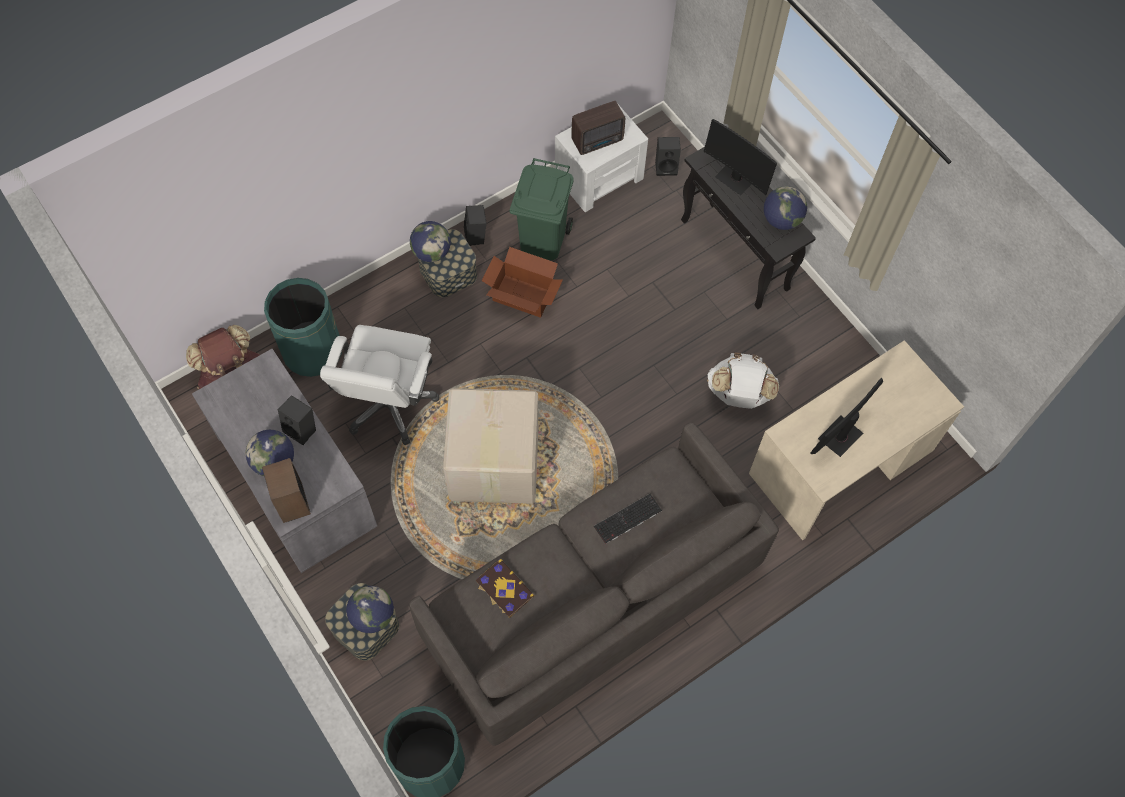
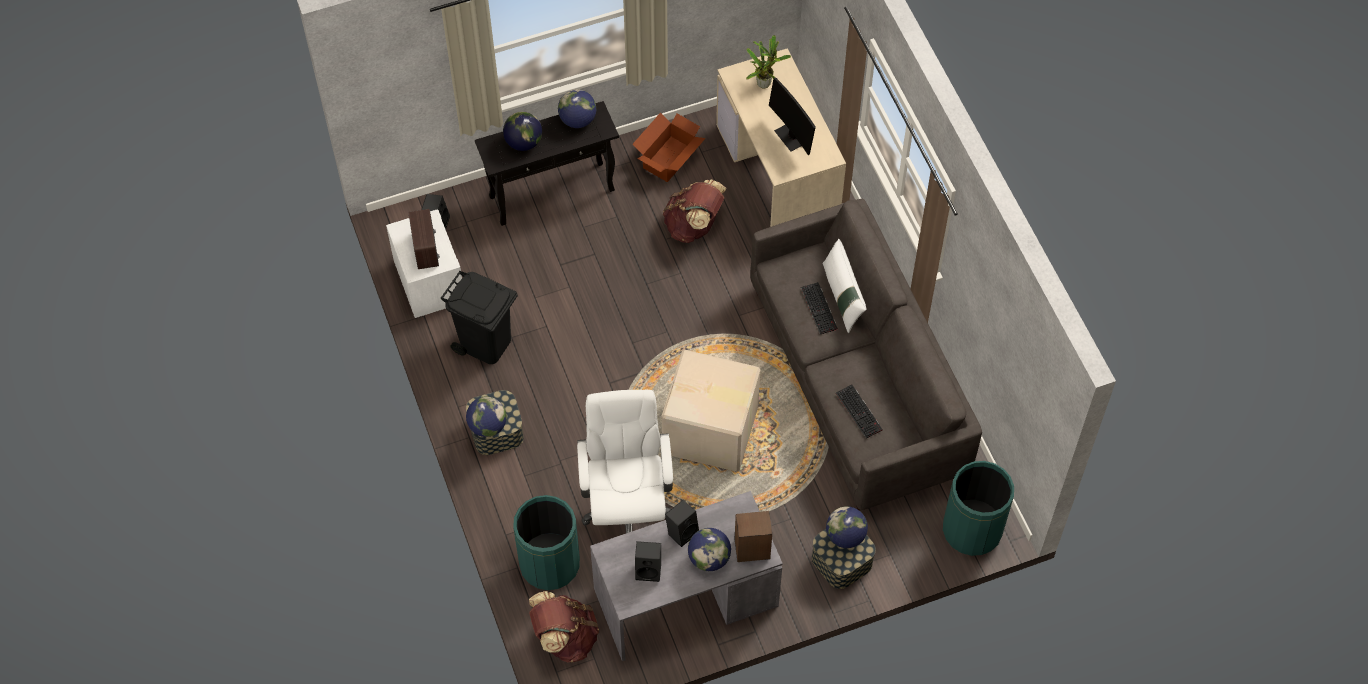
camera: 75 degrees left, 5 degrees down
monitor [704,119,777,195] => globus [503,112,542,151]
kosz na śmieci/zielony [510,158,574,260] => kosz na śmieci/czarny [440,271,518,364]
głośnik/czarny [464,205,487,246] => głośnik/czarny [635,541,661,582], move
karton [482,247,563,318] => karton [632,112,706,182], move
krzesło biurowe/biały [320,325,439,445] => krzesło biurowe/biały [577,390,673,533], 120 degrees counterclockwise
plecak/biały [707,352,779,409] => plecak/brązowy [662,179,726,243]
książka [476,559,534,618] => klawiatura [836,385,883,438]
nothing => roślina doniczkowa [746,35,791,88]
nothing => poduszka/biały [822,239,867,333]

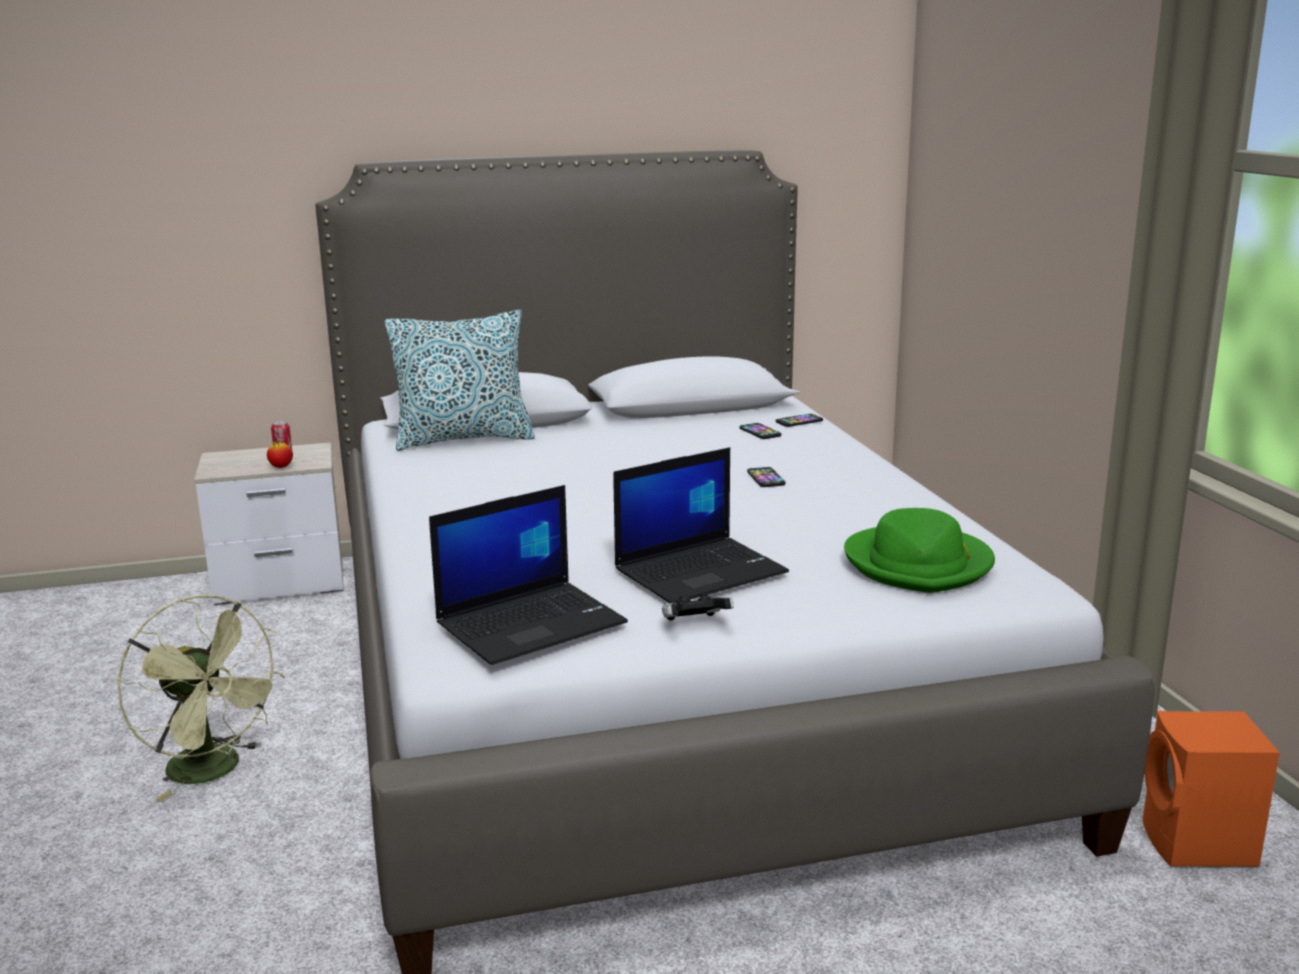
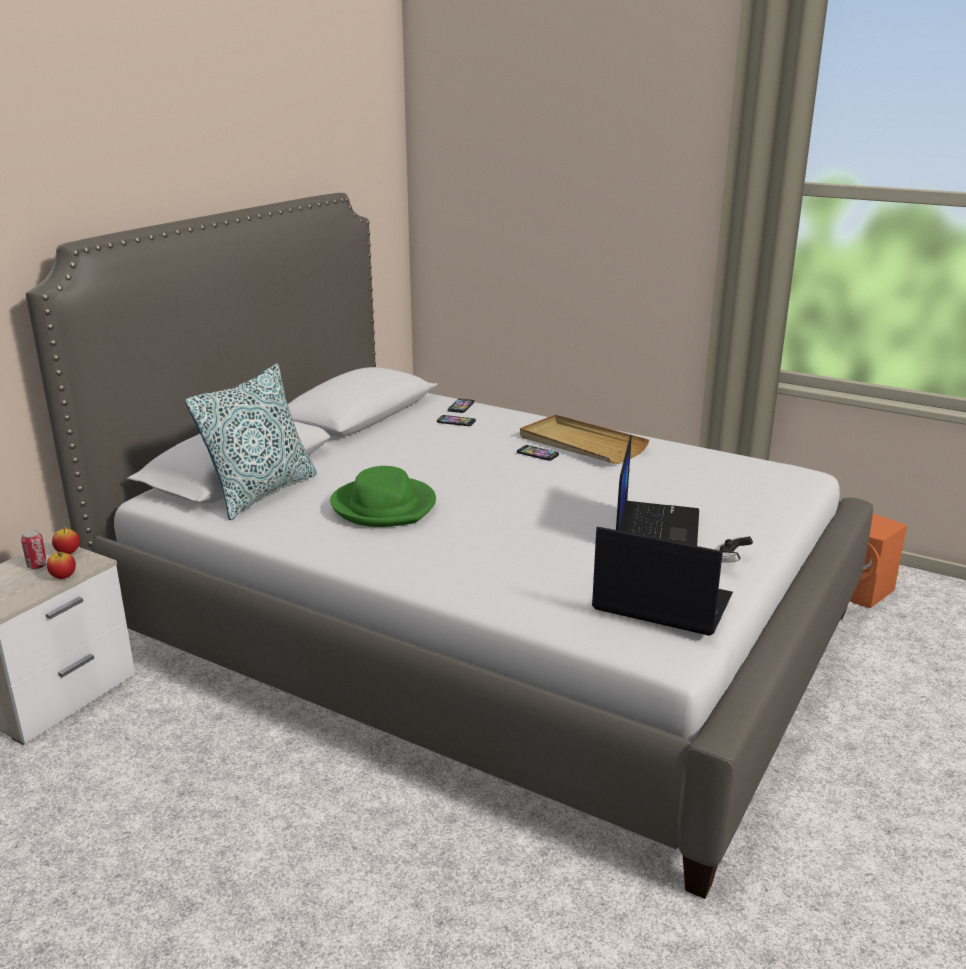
camera: 45 degrees left, 5 degrees up
laptop [429,485,628,665] => laptop [592,526,733,636], 75 degrees counterclockwise
kapelusz/zielony [844,508,995,593] => kapelusz/zielony [330,466,436,527], move
wentylator/zielony [117,595,285,801] => nothing
nothing => taca/beżowy [520,415,649,464]
nothing => jabłko [52,524,80,554]

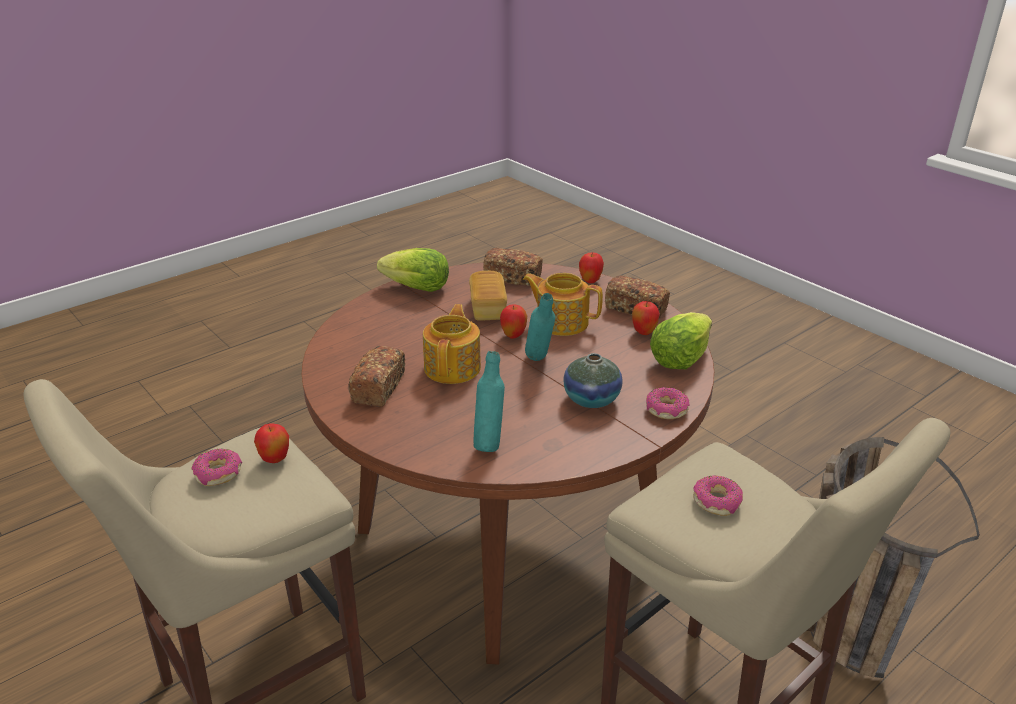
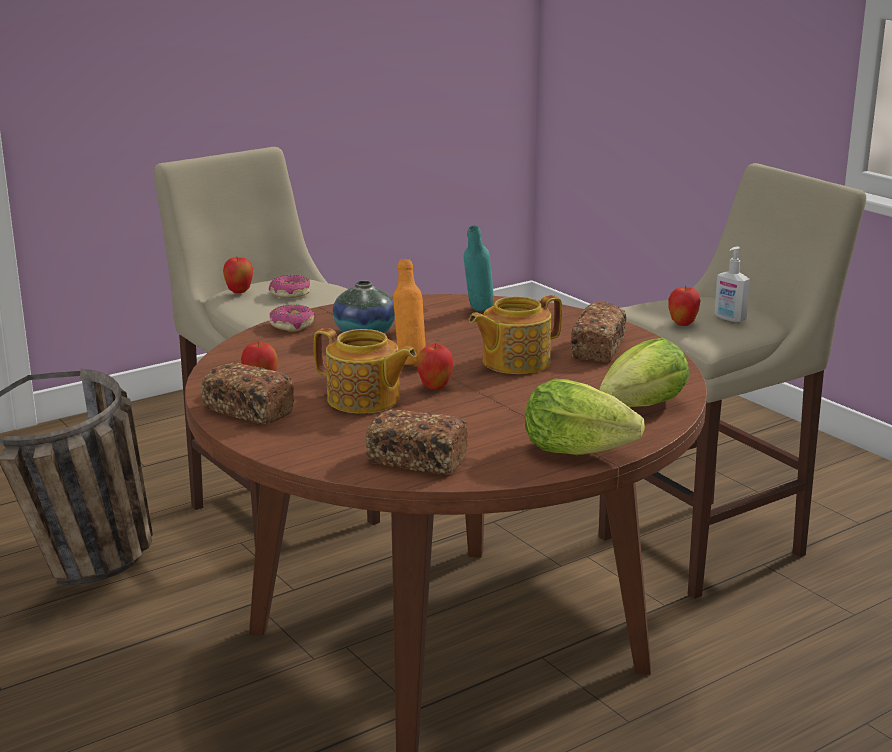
camera: 175 degrees left, 10 degrees down
jabłko [579,253,604,283] => jabłko [223,257,253,293], move
chleb [469,271,507,321] => nothing
butelka/turkusowy [525,293,555,361] => butelka/pomarańczowy [393,259,426,365]
imbryk [423,304,481,384] => imbryk [469,295,562,374], 45 degrees clockwise
sałata [650,312,712,369] => sałata [600,338,689,407], move
donut [192,449,242,486] => dozownik mydła [714,246,750,322]

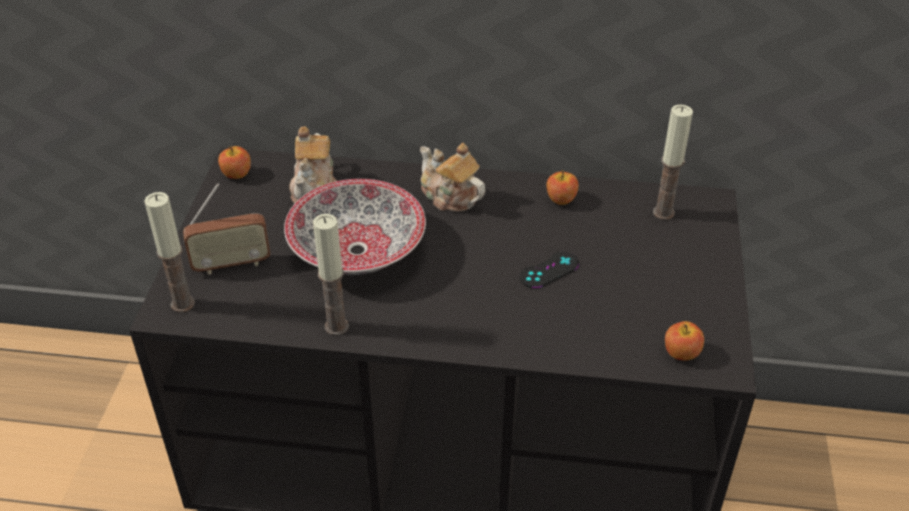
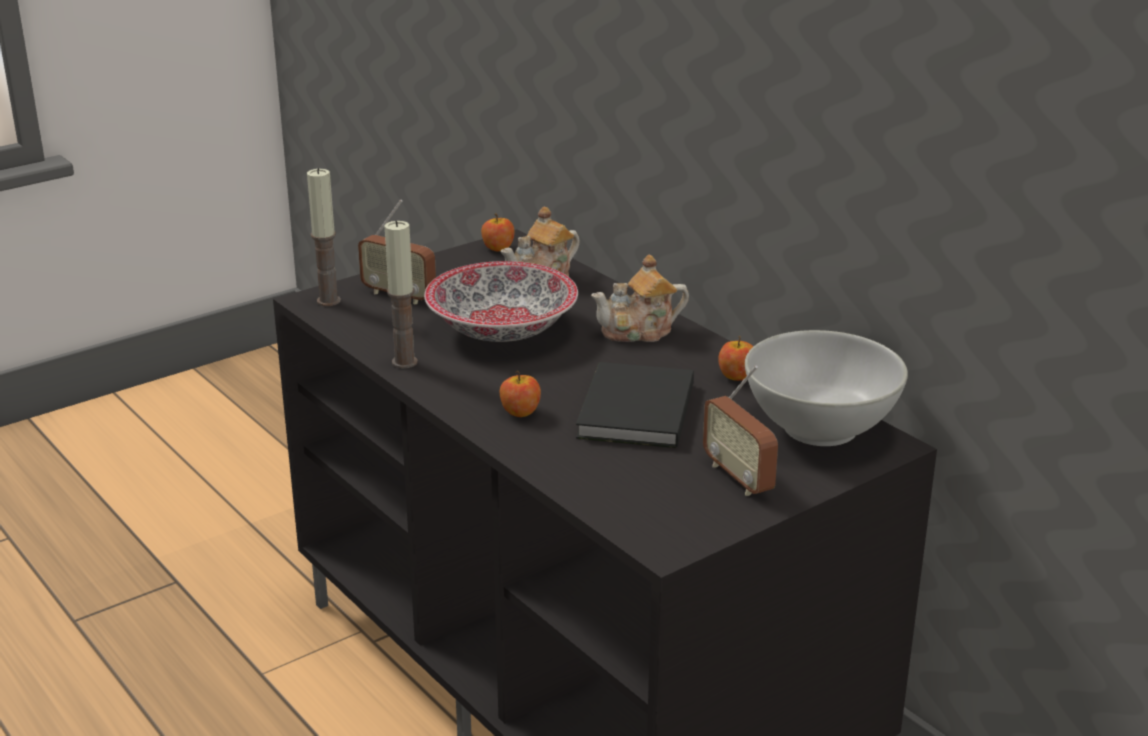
camera: 45 degrees right, 15 degrees down
świeca [653,105,693,220] => miska/biały [745,330,908,446]
imbryk [420,143,485,212] => imbryk [591,255,689,342], 105 degrees counterclockwise
pad do gier/czarny [519,252,579,288] => książka/czarny [576,362,694,448]
jabłko [665,321,704,361] => jabłko [500,371,541,417], move
nothing => radio [703,365,778,496]

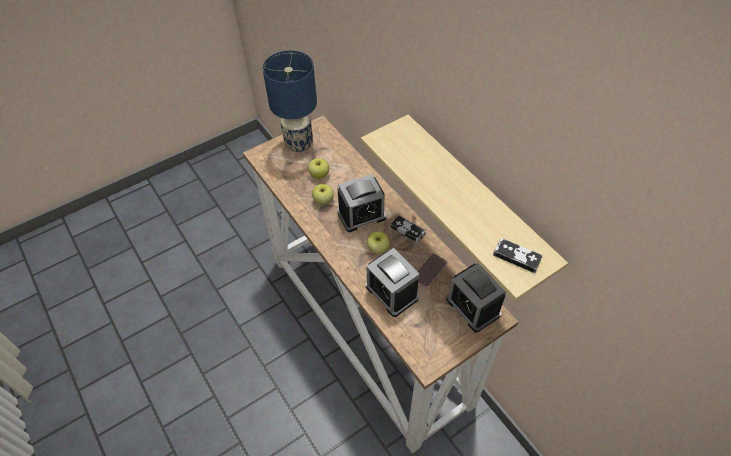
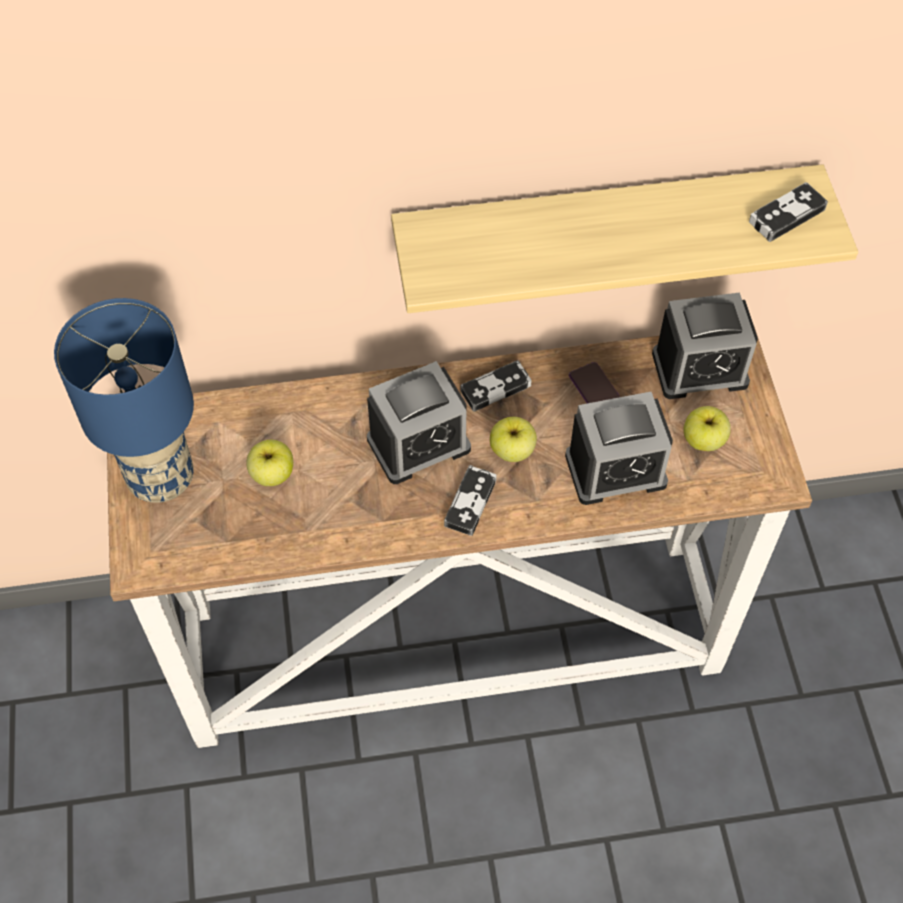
camera: 65 degrees left, 5 degrees up
budzik [337,174,386,232] => budzik [367,361,471,484], 60 degrees clockwise
jabłko [312,184,334,205] => jabłko [683,406,731,451], move
nothing => pad do gier [444,465,497,536]

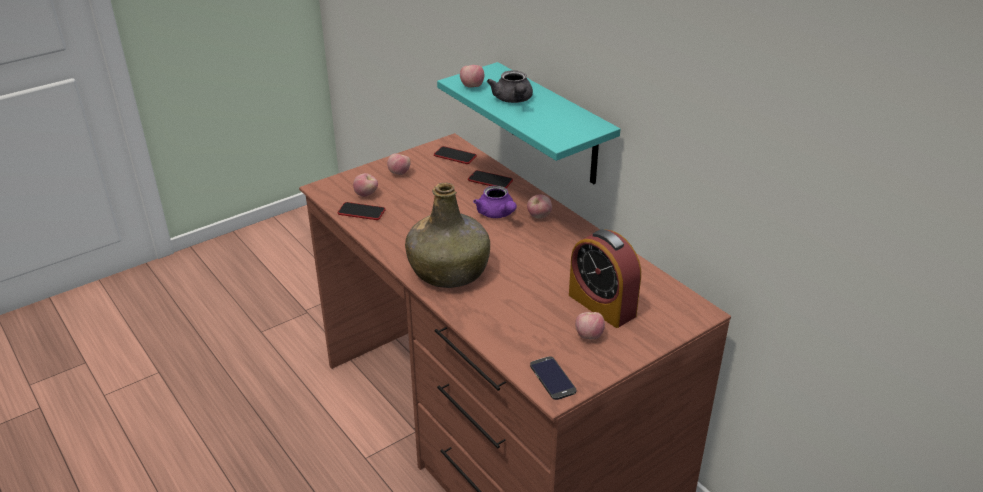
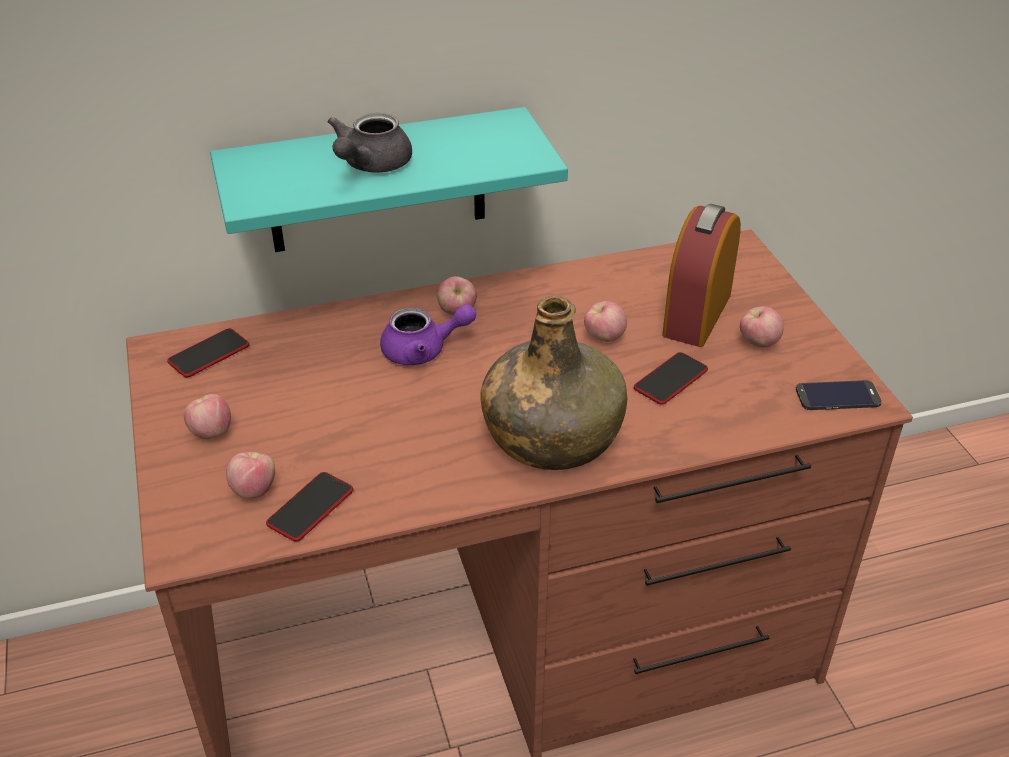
camera: 70 degrees left, 5 degrees up
jabłko [460,65,484,88] => jabłko [584,301,627,342], move
imbryk/szary [487,70,533,103] => imbryk/szary [327,113,412,173], 105 degrees clockwise
telefon [468,170,513,188] => telefon [634,352,708,405], move
budzik [569,229,641,328] => budzik [662,204,741,347], 135 degrees clockwise

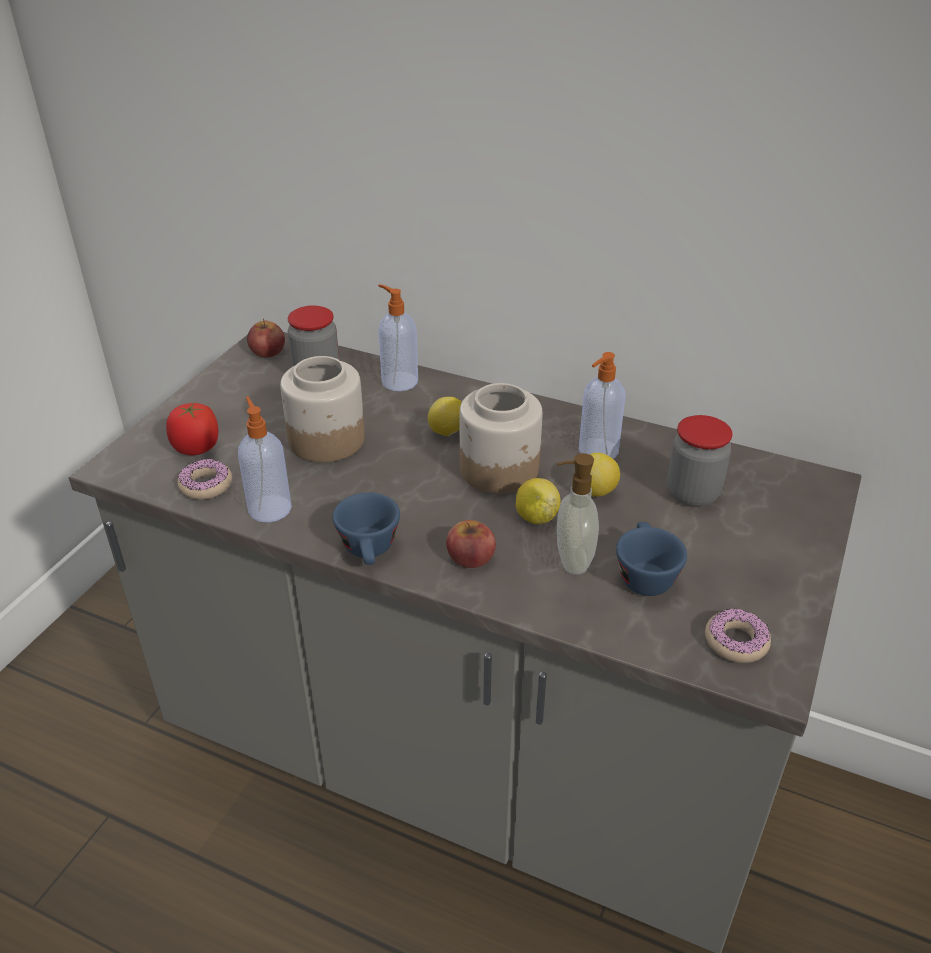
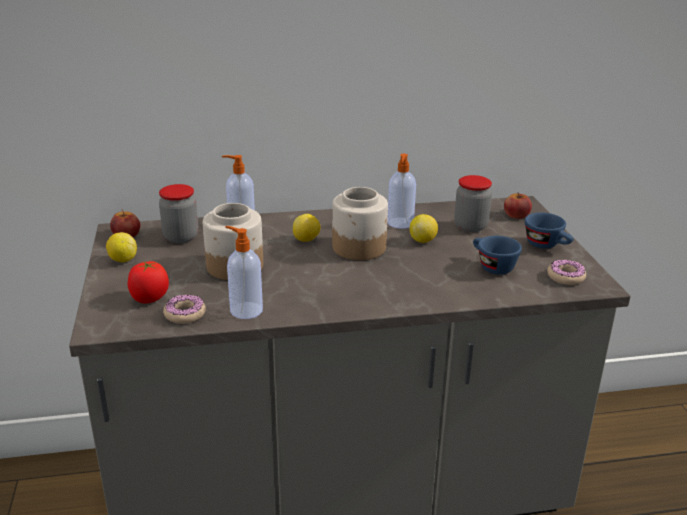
camera: 35 degrees left, 10 degrees down
dozownik mydła [557,453,599,575] => nothing
cytryna [516,478,561,524] => cytryna [106,232,137,262], move
filiżanka/niebieski [333,493,400,565] => filiżanka/niebieski [525,212,574,249], move
jabłko [446,520,496,568] => jabłko [504,193,532,219], move

